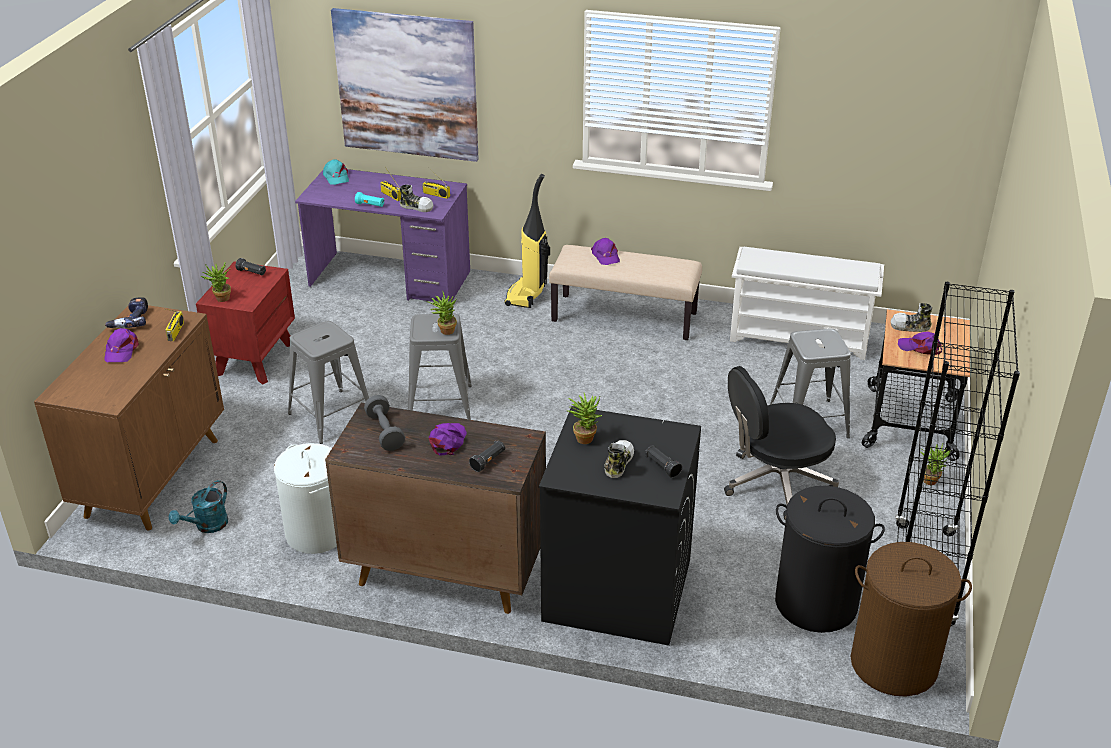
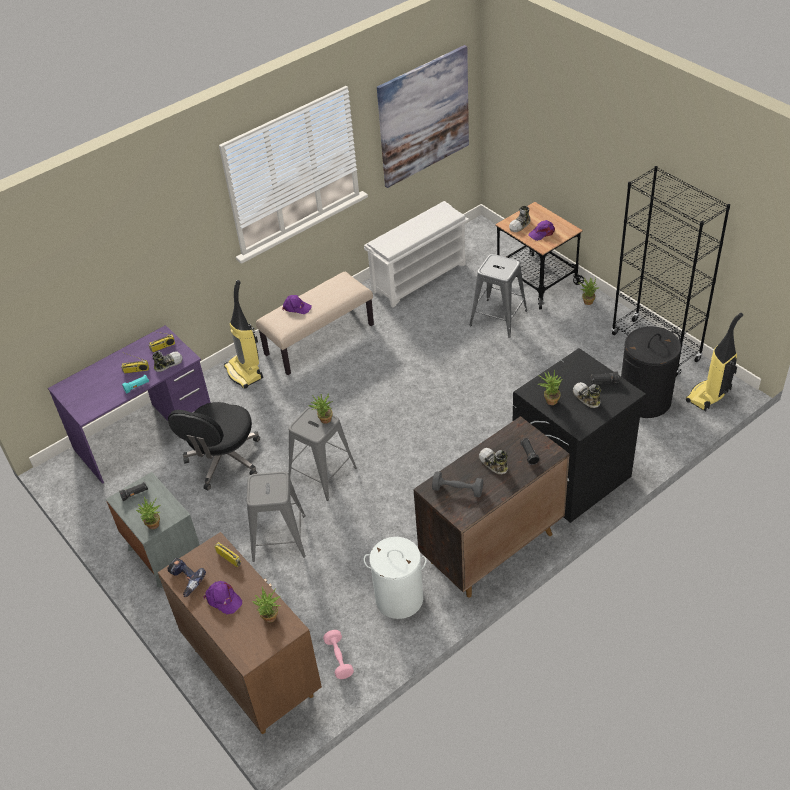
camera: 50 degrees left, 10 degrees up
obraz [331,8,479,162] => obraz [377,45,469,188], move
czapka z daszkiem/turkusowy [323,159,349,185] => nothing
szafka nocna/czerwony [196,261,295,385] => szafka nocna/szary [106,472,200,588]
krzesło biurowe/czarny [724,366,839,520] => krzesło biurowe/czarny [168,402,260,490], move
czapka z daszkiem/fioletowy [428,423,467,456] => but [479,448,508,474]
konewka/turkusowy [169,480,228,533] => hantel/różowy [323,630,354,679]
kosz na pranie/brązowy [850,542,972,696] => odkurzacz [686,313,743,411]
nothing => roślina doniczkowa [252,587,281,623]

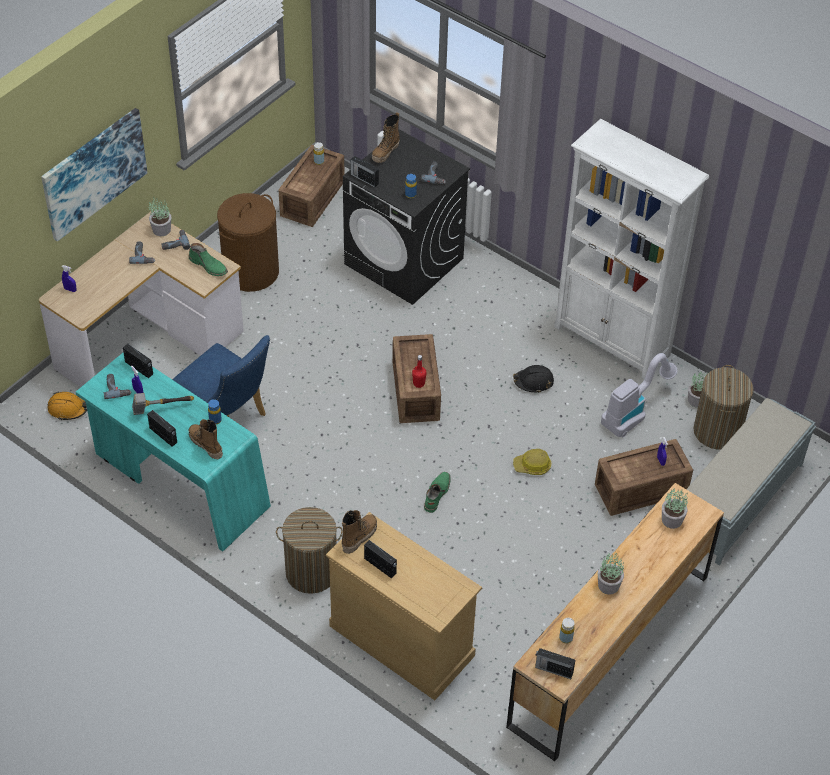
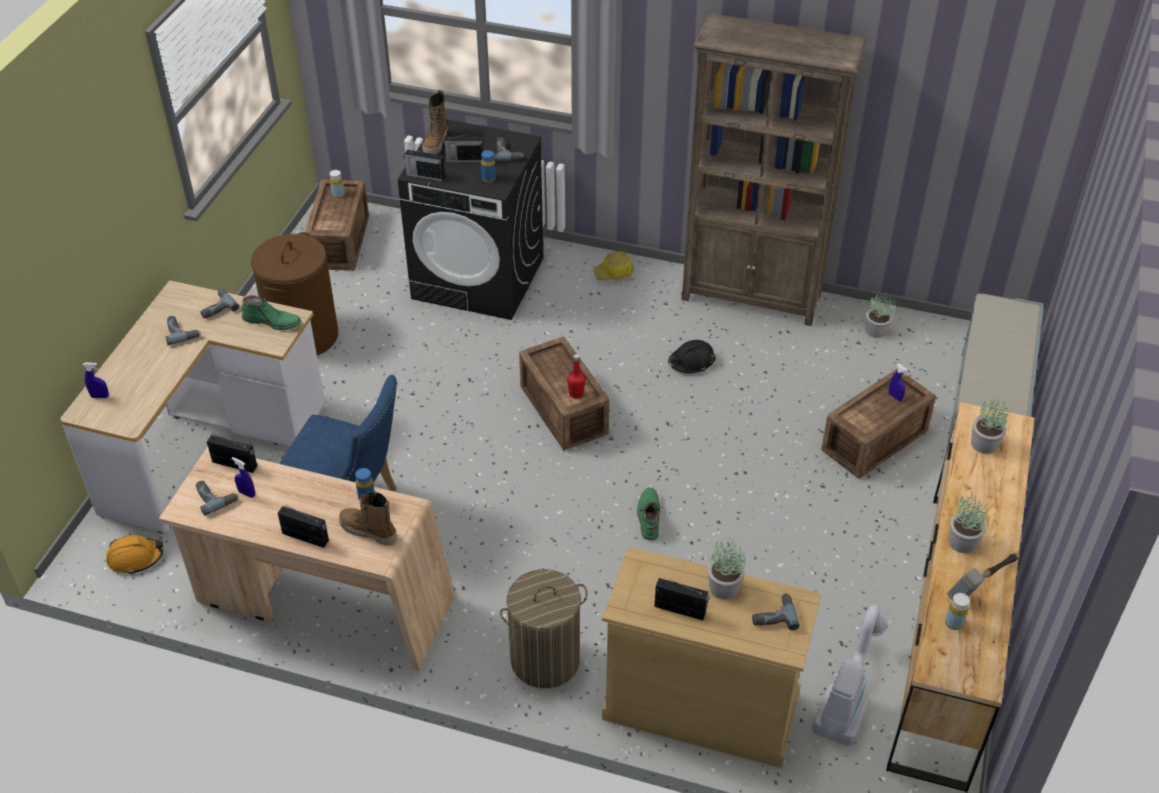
camera: 20 degrees left, 5 degrees down
obraz [41,108,147,241] => nothing
regał/biały [554,119,709,379] => regał/brązowy [681,13,866,326]
roślina doniczkowa [149,196,171,236] => roślina doniczkowa [708,541,745,600], move
biurko/turkusowy [76,352,271,552] => biurko/beżowy [159,447,455,671]
odkurzacz [601,353,678,438] => odkurzacz [812,605,887,746], move
kosz na pranie [693,365,754,450] => nothing
młotek [132,393,194,415] => młotek [947,553,1019,600], move
kask [513,449,551,475] => kask [593,251,634,281], move
but z cholewką [342,510,377,554] => nothing
radio [535,648,575,679] => radio [443,133,483,162], move
nothing => wiertarka [752,593,800,630]

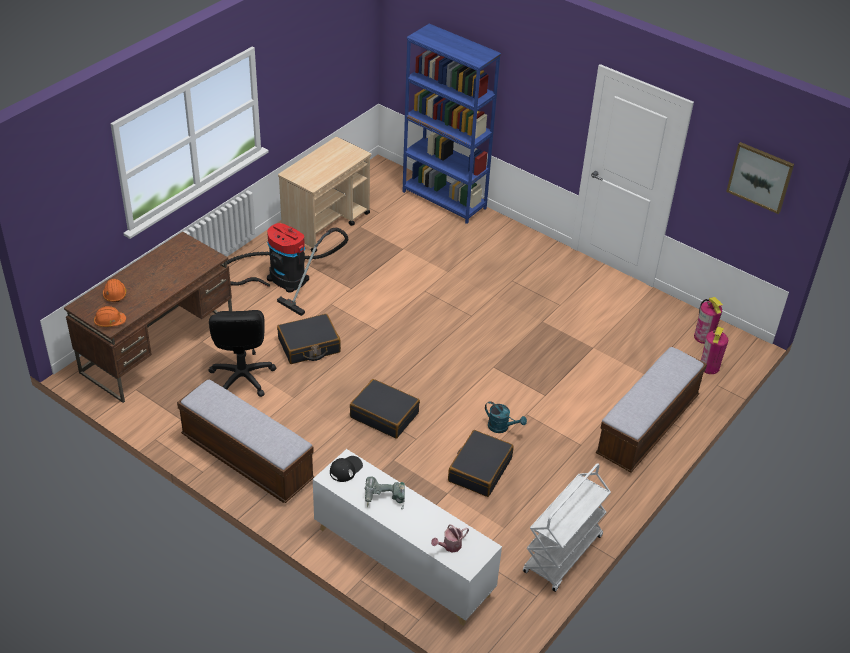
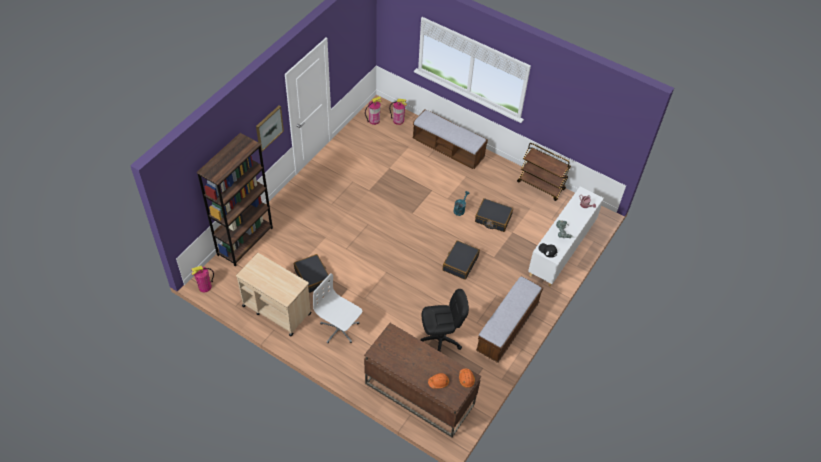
camera: 95 degrees left, 10 degrees up
regał/niebieski [402,24,501,224] => regał/brązowy [197,133,273,267]
obraz [726,142,794,214] => obraz [256,106,284,152], move
odkurzacz [226,223,348,316] => krzesło biurowe/biały [313,274,362,343]
walizka/czarny [277,314,341,364] => walizka/czarny [294,254,329,293], move
wózek/biały [523,463,611,592] => wózek/brązowy [517,143,571,201]
nothing => gaśnica [191,266,214,292]

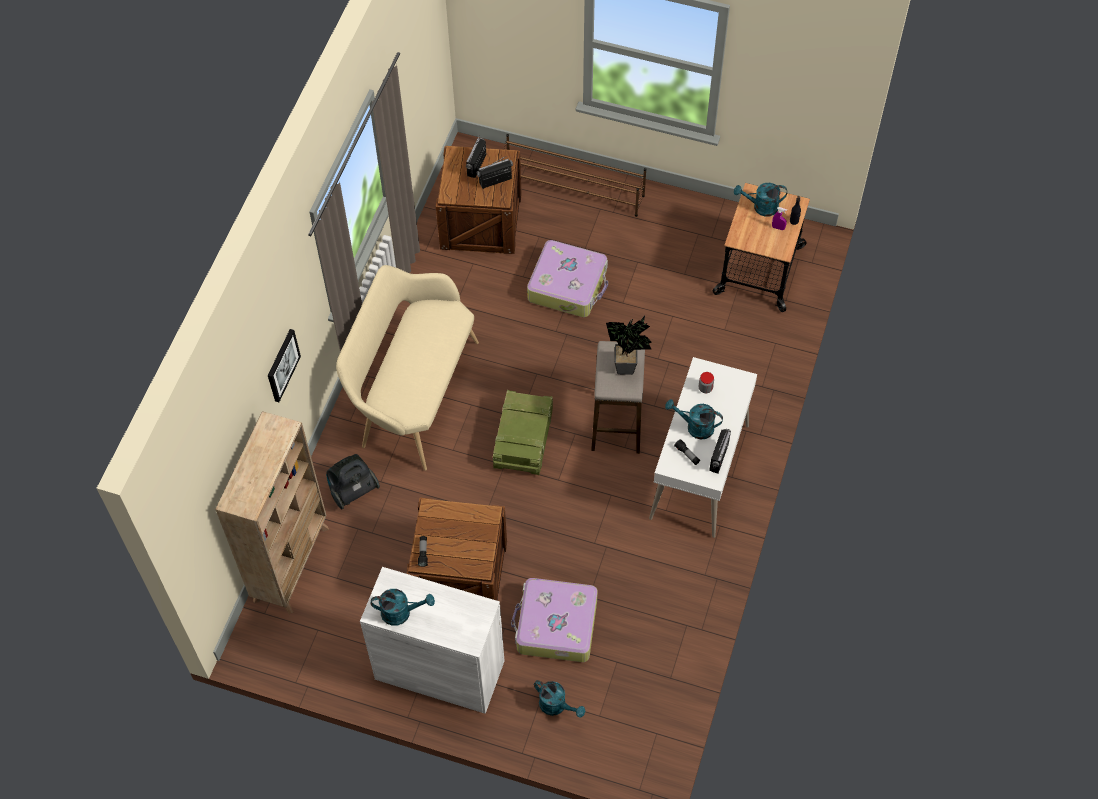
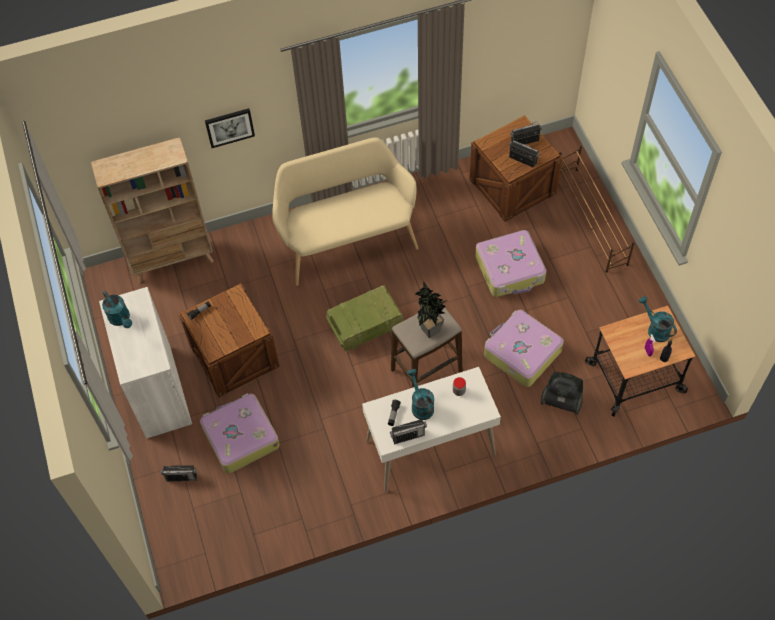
camera: 55 degrees right, 0 degrees up
odkurzacz [326,454,380,509] => odkurzacz [541,372,583,415], move
konewka/turkusowy [534,680,585,718] => radio [161,465,197,481]
nothing => walizka [484,310,564,387]

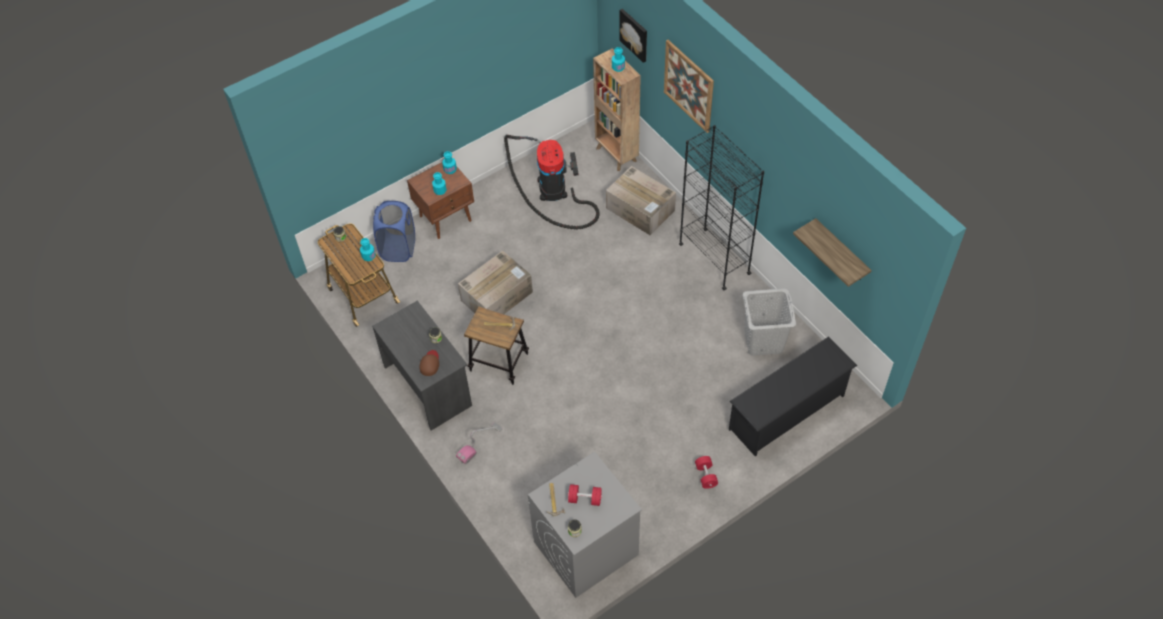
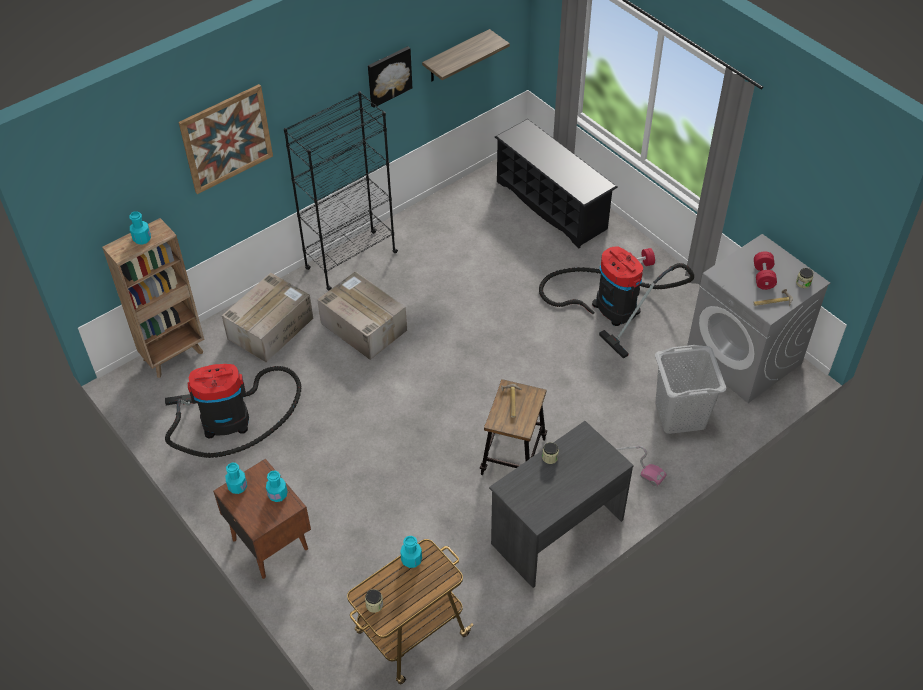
camera: 95 degrees left, 5 degrees down
obraz [620,9,647,63] => obraz [368,46,412,108], move
kosz na pranie/niebieski [373,201,415,262] => nothing
karton [458,251,533,314] => karton [317,271,407,360], move
kosz na pranie/szary [743,288,796,356] => kosz na pranie/szary [655,345,726,434], move
czapka z daszkiem/brązowy [419,350,439,376] => nothing
nothing => odkurzacz [539,246,694,359]

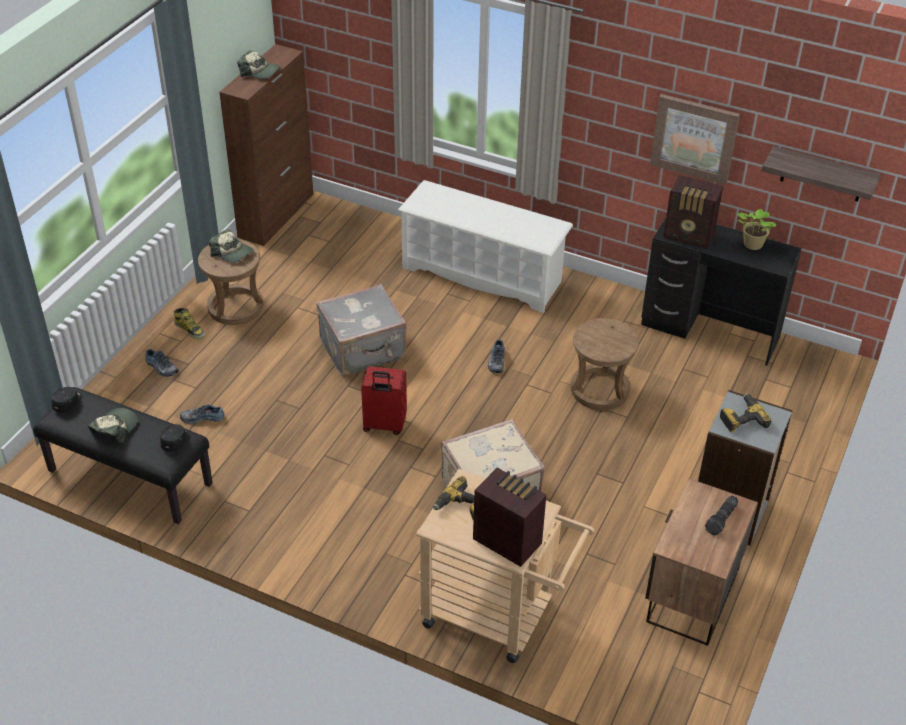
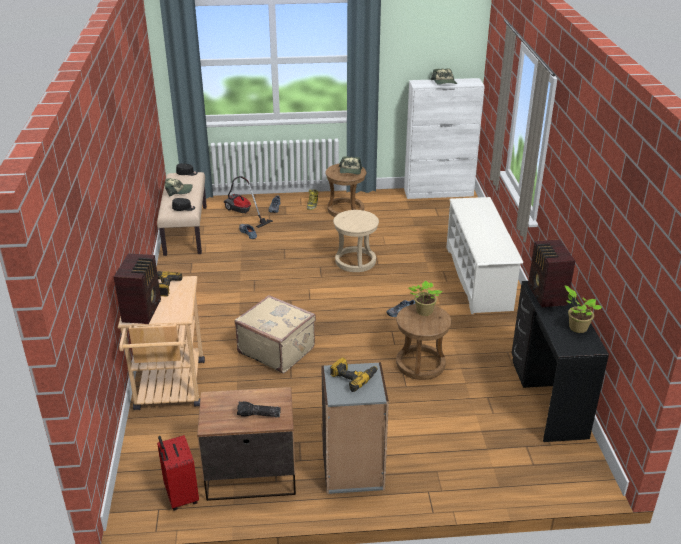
camera: 60 degrees right, 10 degrees down
szafka/brązowy [219,44,313,246] => szafka/biały [404,78,485,199]
obraz [650,94,740,185] => nothing
półka [761,146,881,202] => nothing
walizka/szary [316,284,407,377] => stołek/beżowy [333,210,379,272]
walizka/czerwony [361,366,407,435] => walizka/czerwony [157,435,199,510], move
ławka/czarny [33,387,213,524] => ławka/beżowy [157,172,207,256]
nothing => odkurzacz [224,176,273,228]
nothing => roślina doniczkowa [408,281,442,316]

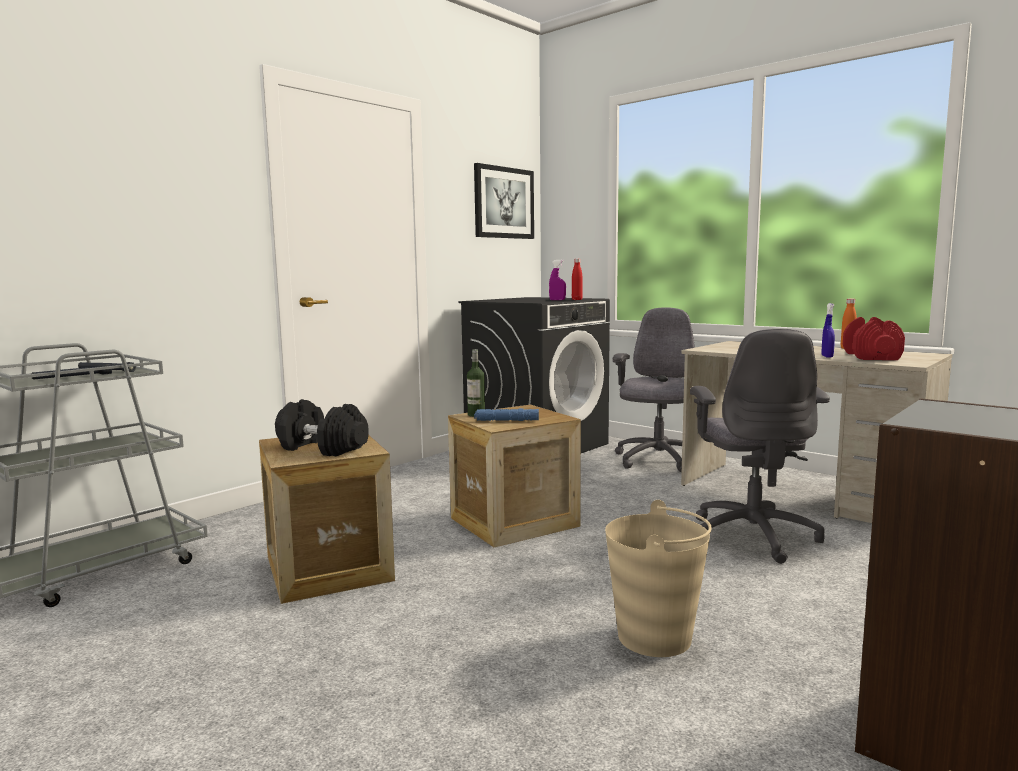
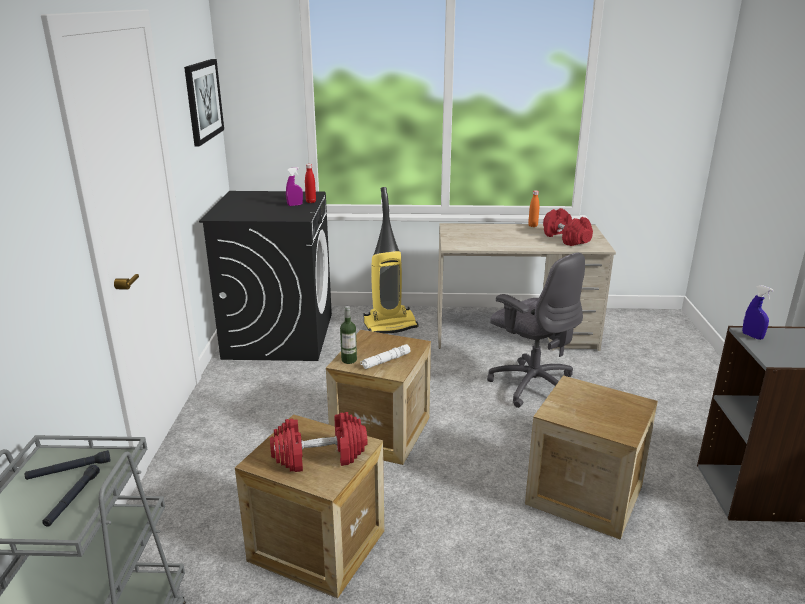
camera: 40 degrees left, 15 degrees up
spryskiwacz/niebieski [822,303,835,358] => spryskiwacz/niebieski [742,285,774,340], move
krzesło biurowe/szary [613,307,695,473] => odkurzacz [364,187,418,333]
hantel/czarny [275,399,369,456] => hantel/czerwony [270,412,368,472]
latarka/niebieski [474,408,539,421] => latarka/biały [360,344,411,369]
wiadro/beżowy [605,500,712,657] => skrzynka [525,376,658,540]

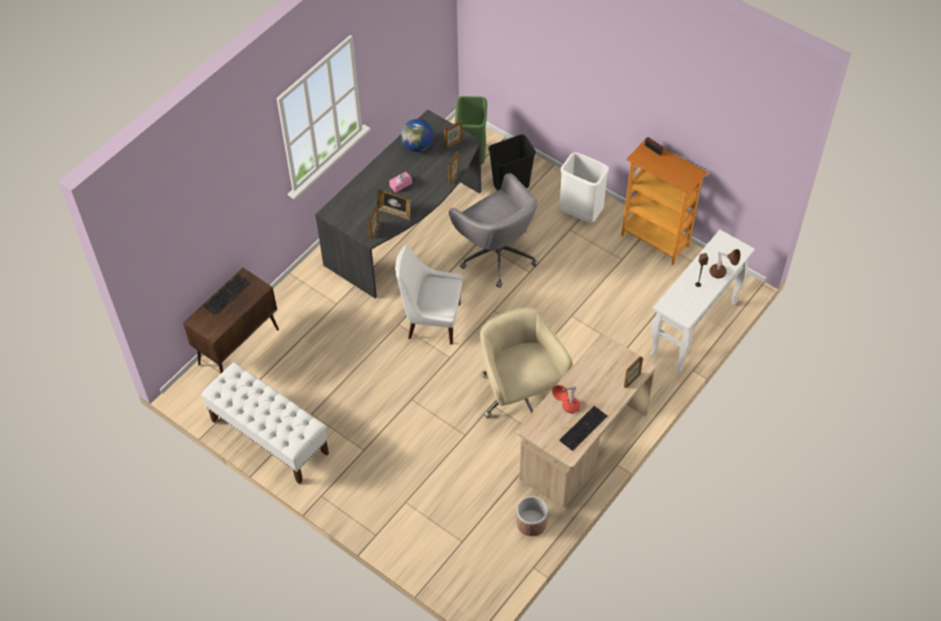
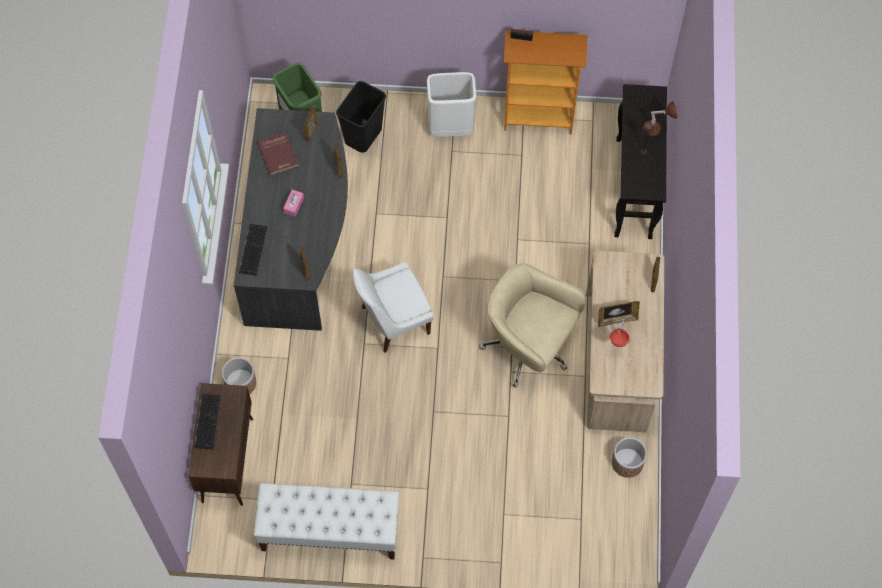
camera: 35 degrees left, 10 degrees up
globus [401,119,434,152] => książka/czerwony [257,132,299,175]
krzesło biurowe/szary [449,173,538,288] => nothing
ramka na zdjęcie [377,189,410,220] => ramka na zdjęcie [598,301,640,327], move
stolik konsolowy/biały [650,230,755,373] => stolik konsolowy/czarny [614,84,667,239]
klawiatura [559,406,607,451] => klawiatura [239,224,268,276], move
nothing => donica [222,357,256,394]

